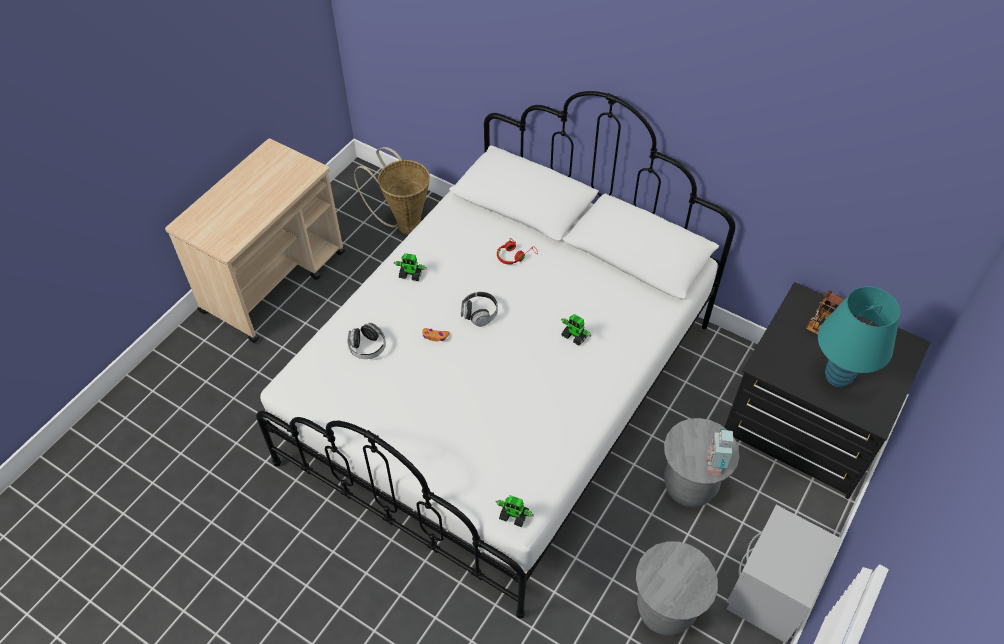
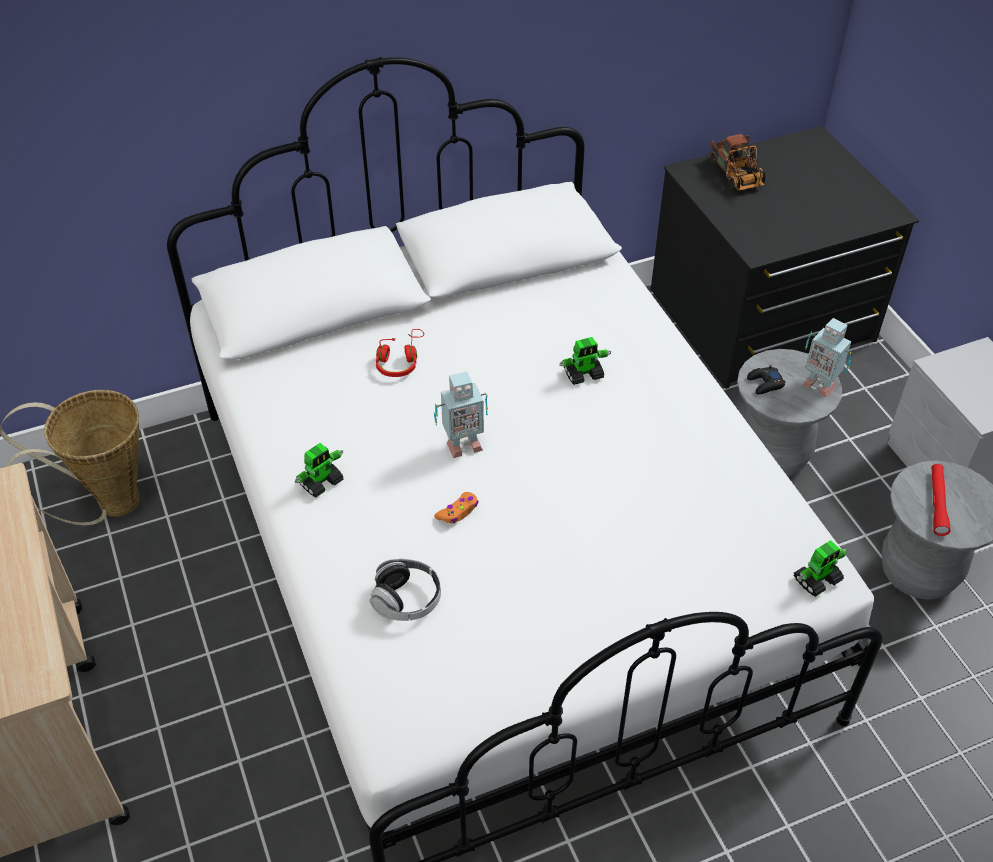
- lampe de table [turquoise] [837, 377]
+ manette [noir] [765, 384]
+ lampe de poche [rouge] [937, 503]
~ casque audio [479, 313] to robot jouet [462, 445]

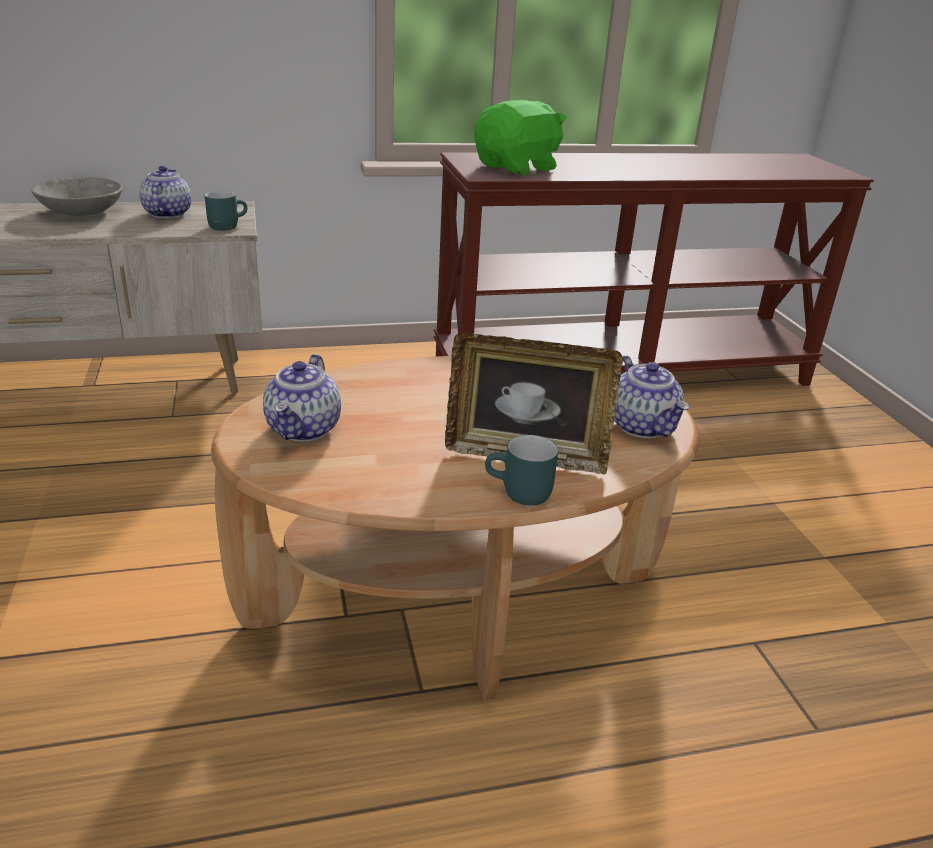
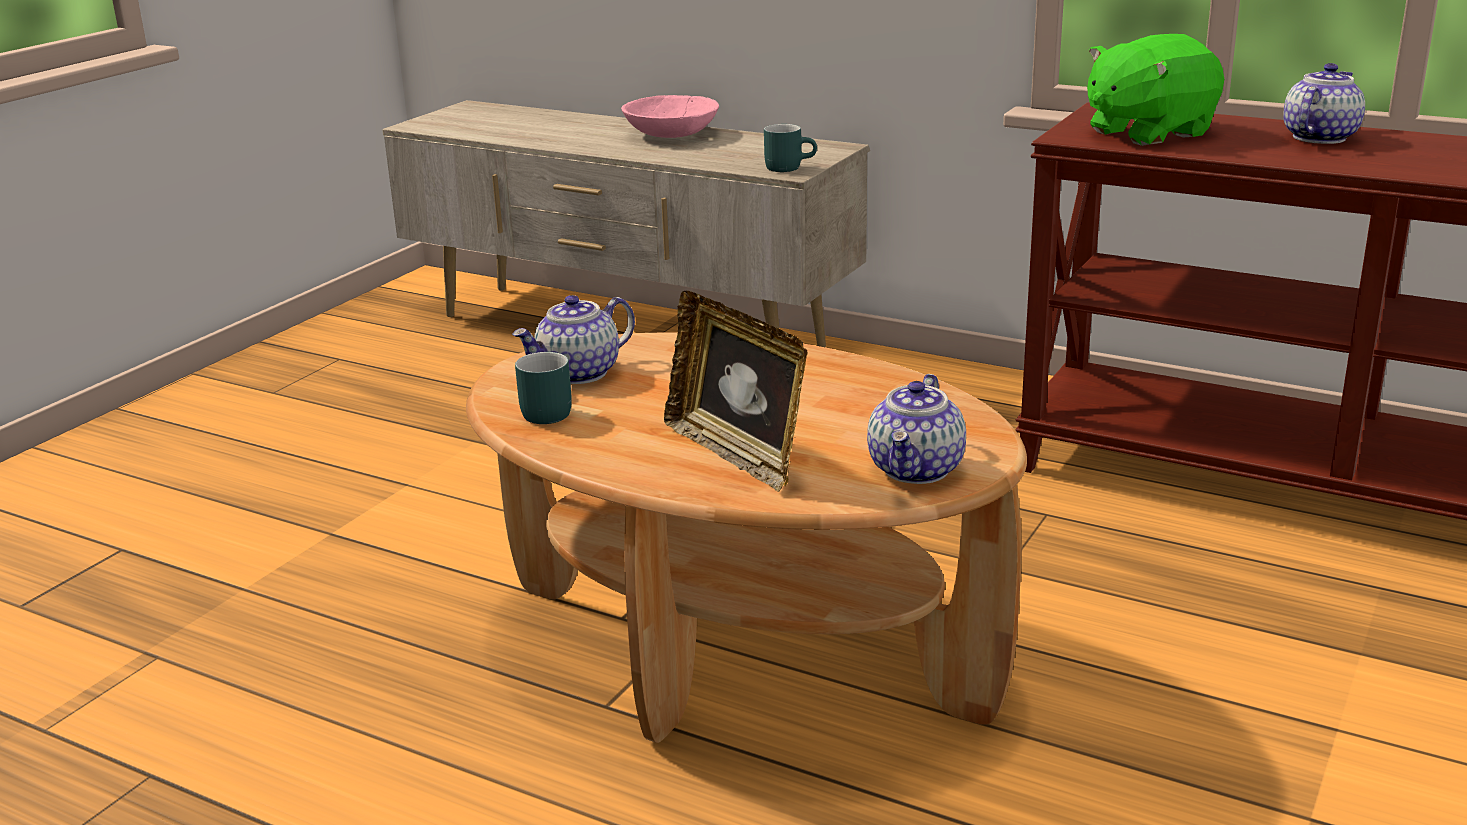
~ théière [167, 214] to [1318, 137]
~ mug [turquoise] [519, 494] to [539, 413]
~ bol [gris] [81, 212] to bol [rose] [670, 134]
~ peluche [vert] [518, 168] = [1147, 132] 150 degrees clockwise

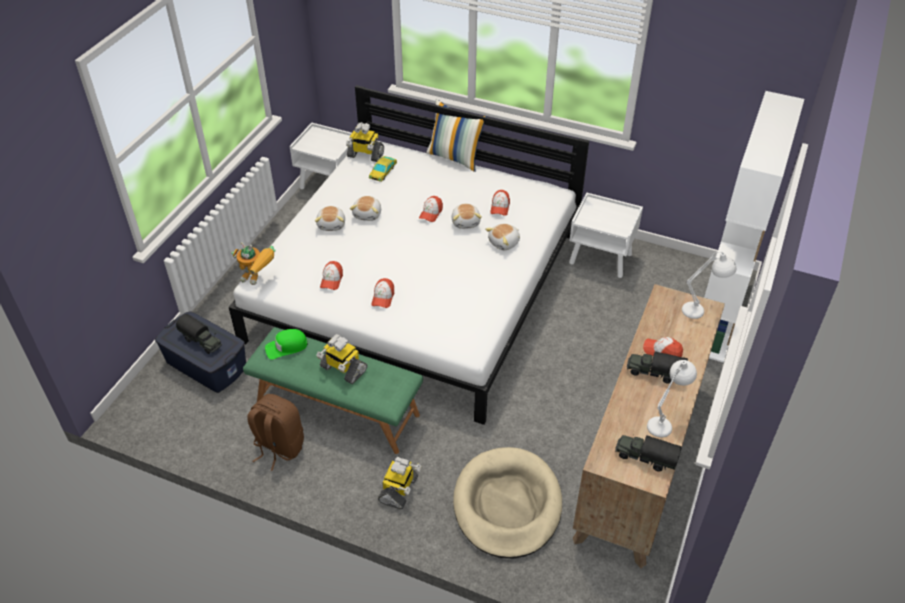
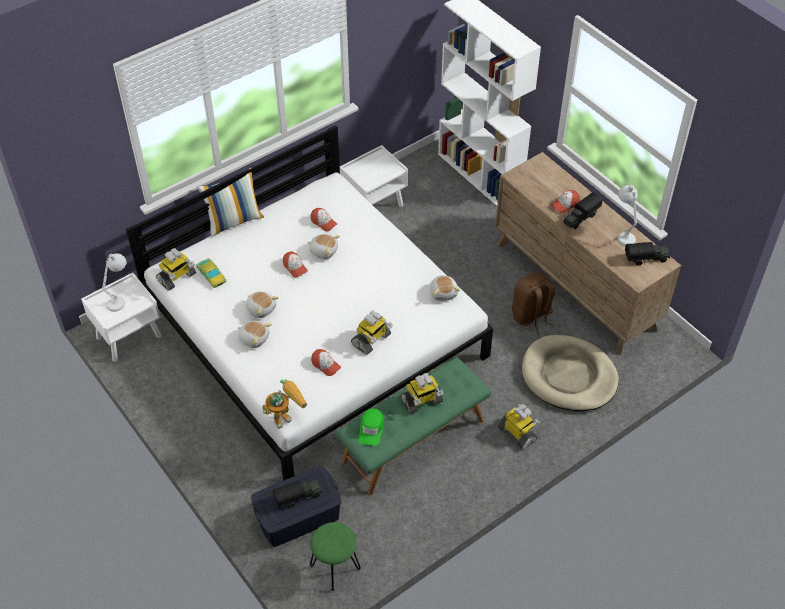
+ tabouret [vert] [334, 568]
~ sac à dos [marron] [278, 447] to [532, 316]
~ peluche [504, 243] to [443, 292]
~ lampe de table [blanc] [702, 311] to [121, 299]
~ casquette [383, 297] to robot jouet [371, 340]
~ camion jouet [645, 458] = [646, 258] 150 degrees counterclockwise

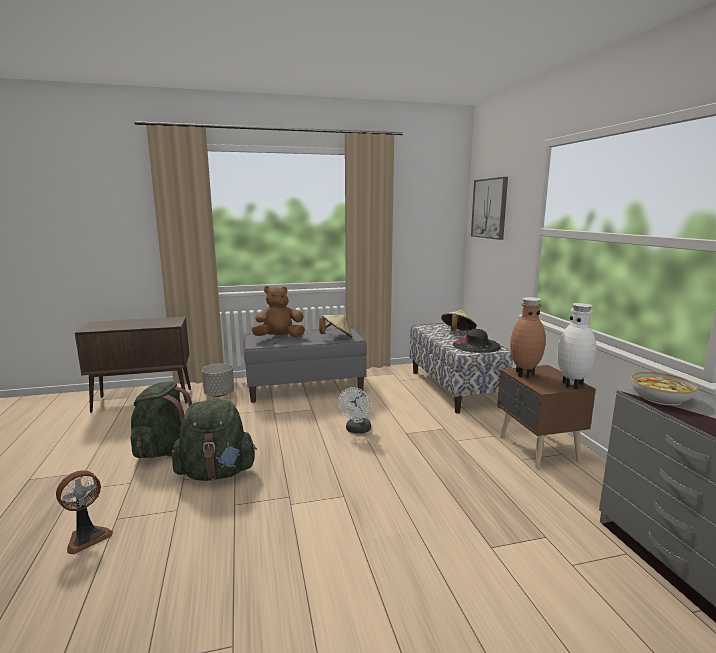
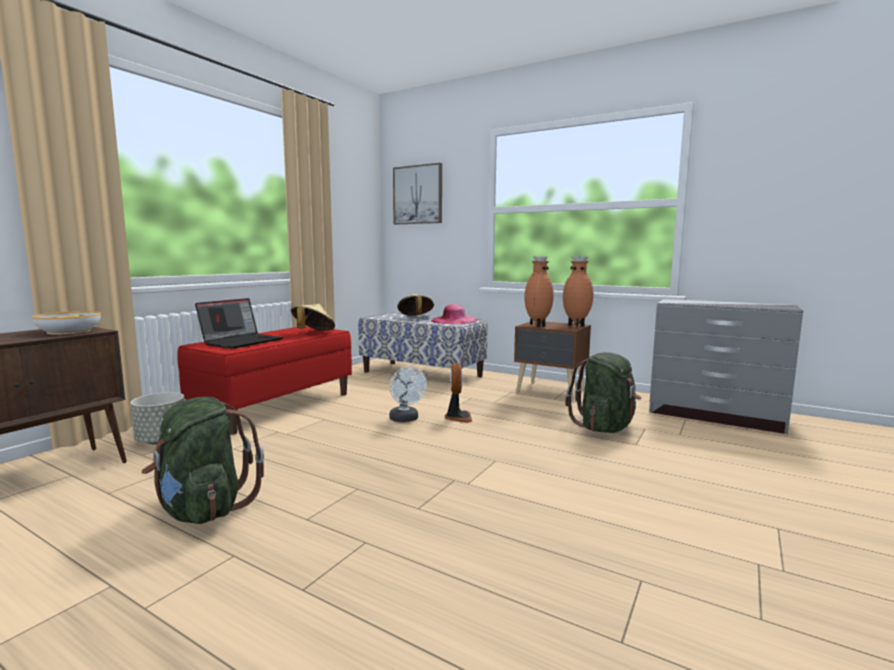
~ ventilateur [87, 537] to [457, 417]
~ sac à dos [vert] [216, 473] to [604, 428]
~ bol [660, 397] to [69, 331]
~ peluche [marron] [279, 337] to ordinateur portable [242, 341]
~ banc [gris] [305, 388] to banc [rouge] [275, 406]
~ chapeau [noir] [476, 345] to chapeau [rose] [454, 320]
~ vase [blanc] [573, 385] to vase [marron] [576, 325]

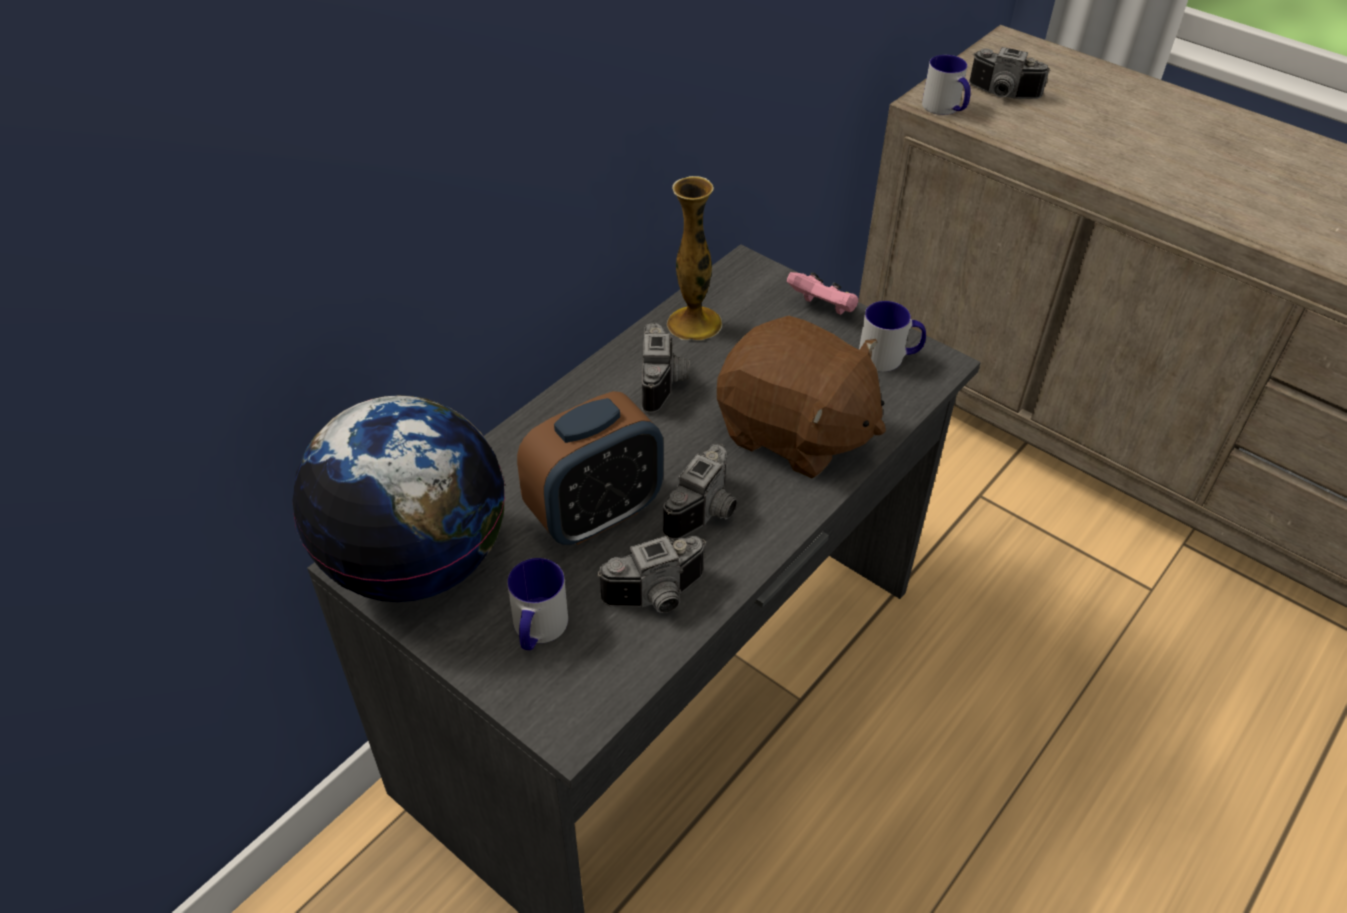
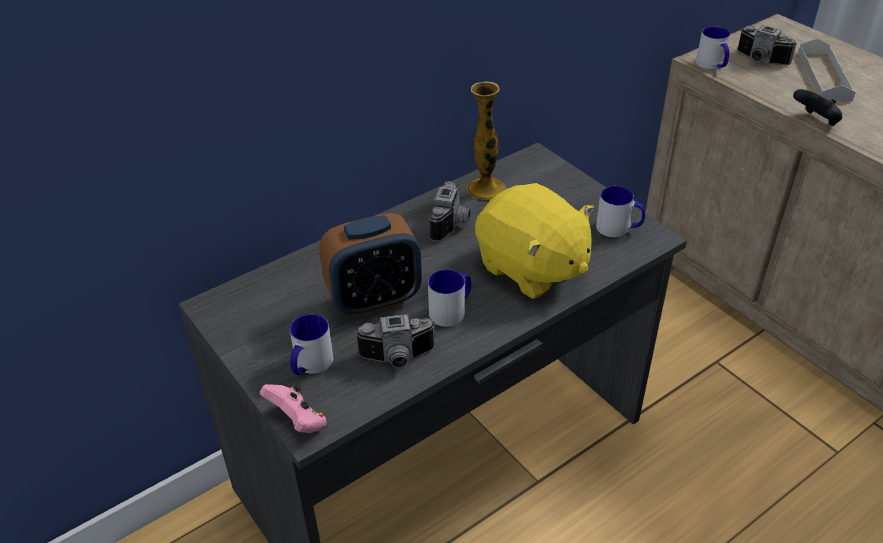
- globe [417, 562]
+ manette [noir] [816, 121]
+ plateau [gris] [824, 76]
~ manette [rose] [823, 309] to [298, 421]
~ appareil photo [708, 512] to mug [452, 310]
~ peluche [marron] [794, 433] to peluche [jaune] [531, 268]

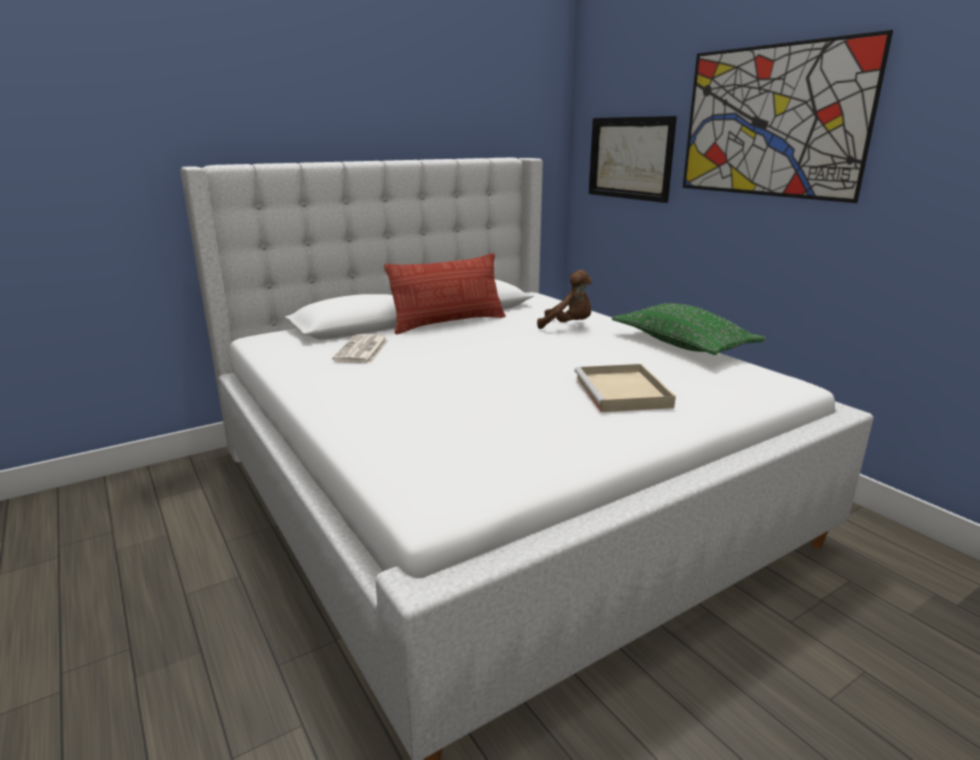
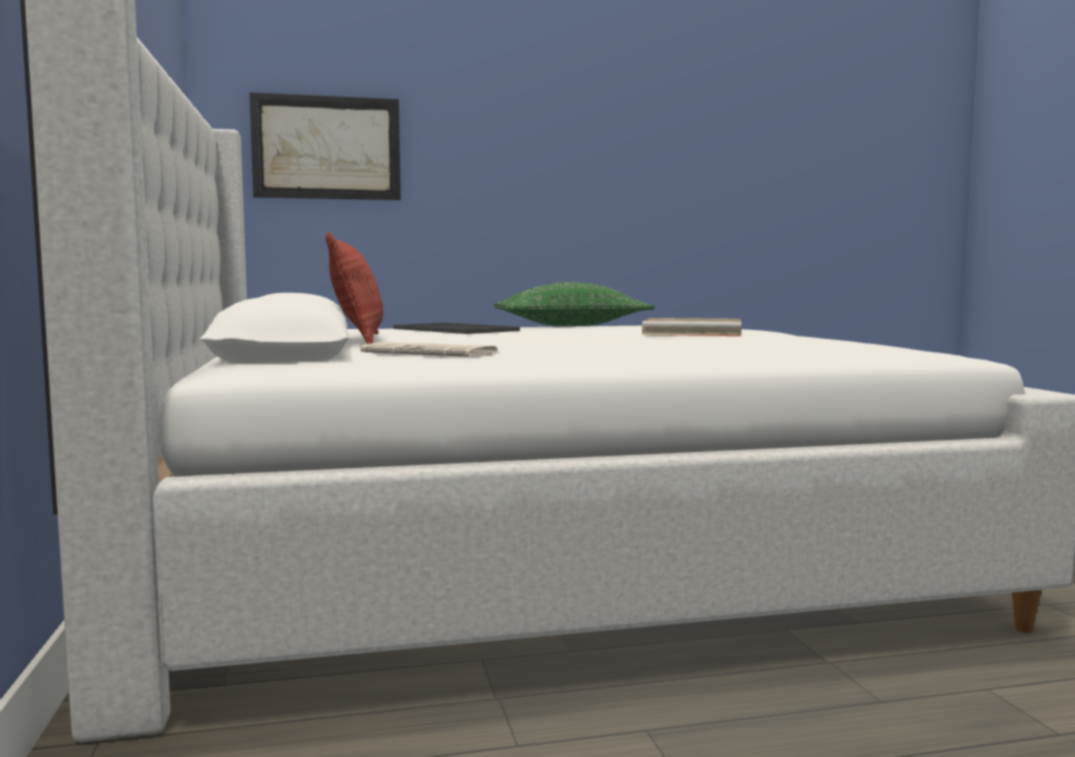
- tableau [771, 121]
~ peluche [marron] [568, 326] to plateau [457, 329]

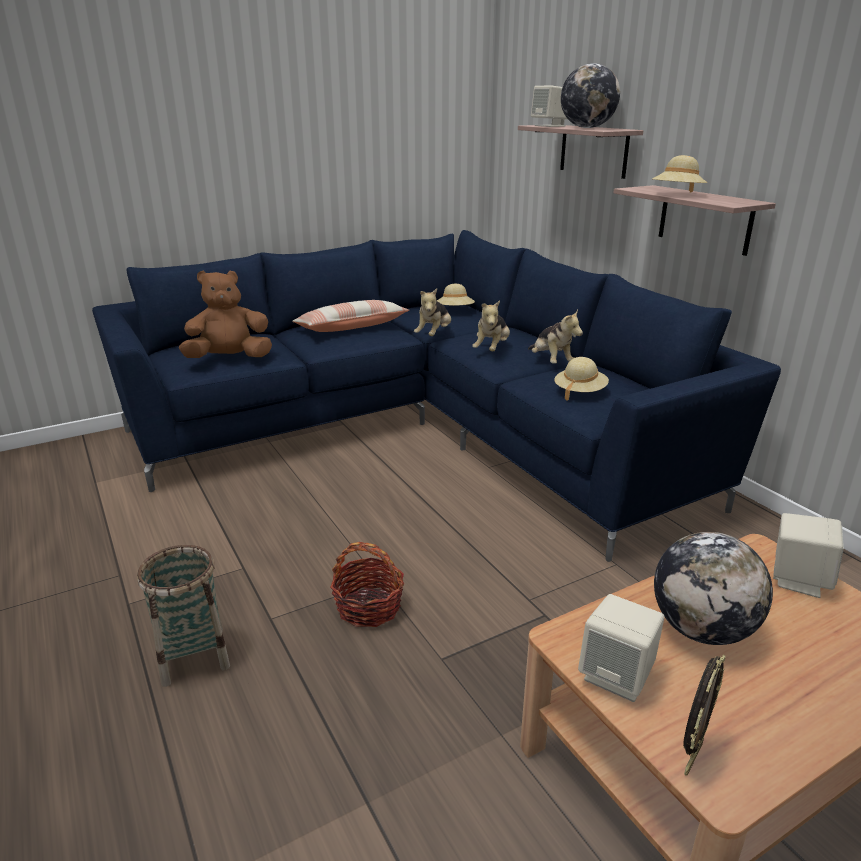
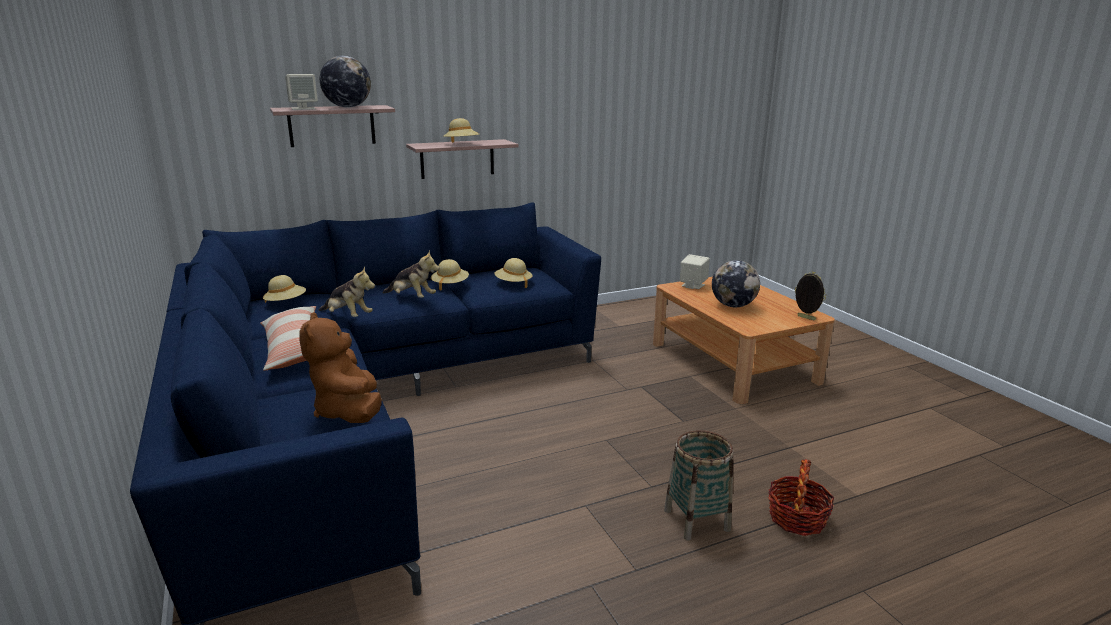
- enceinte [beige] [617, 676]
~ panier [369, 607] to [797, 518]
~ peluche [551, 362] to chapeau [beige] [450, 285]

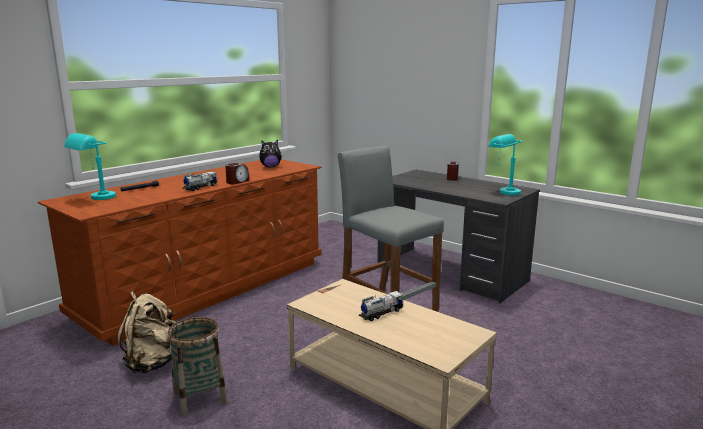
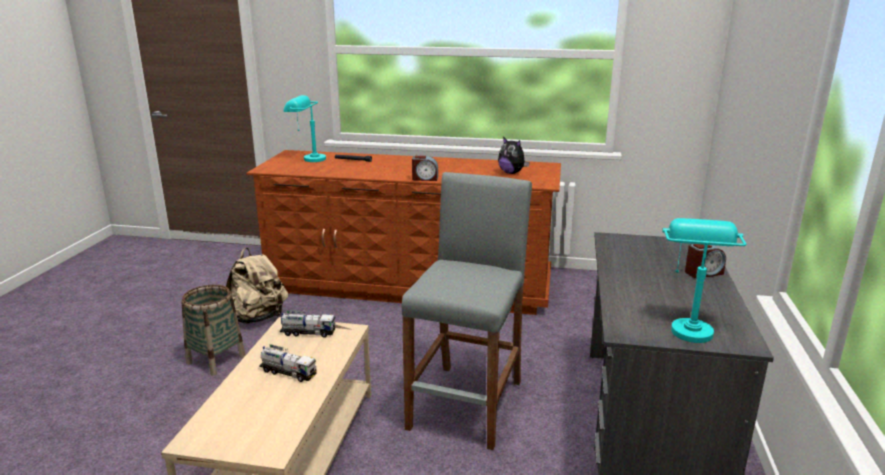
~ camion jouet [200, 187] to [308, 333]

